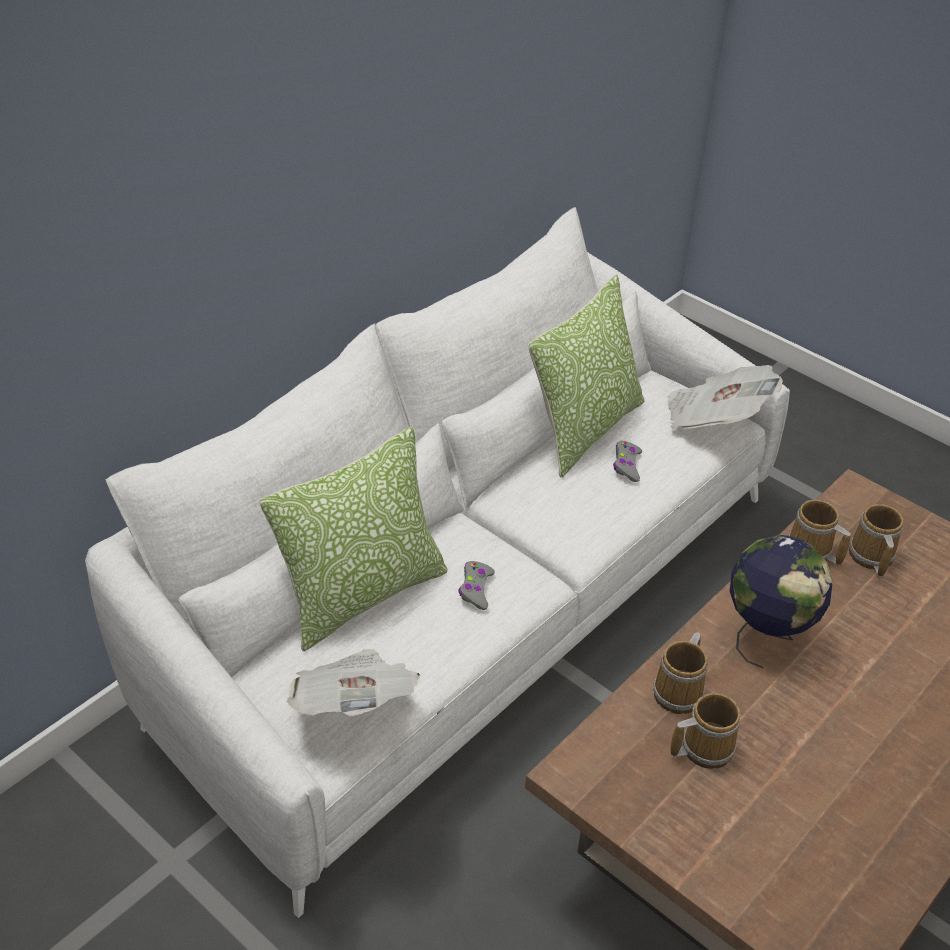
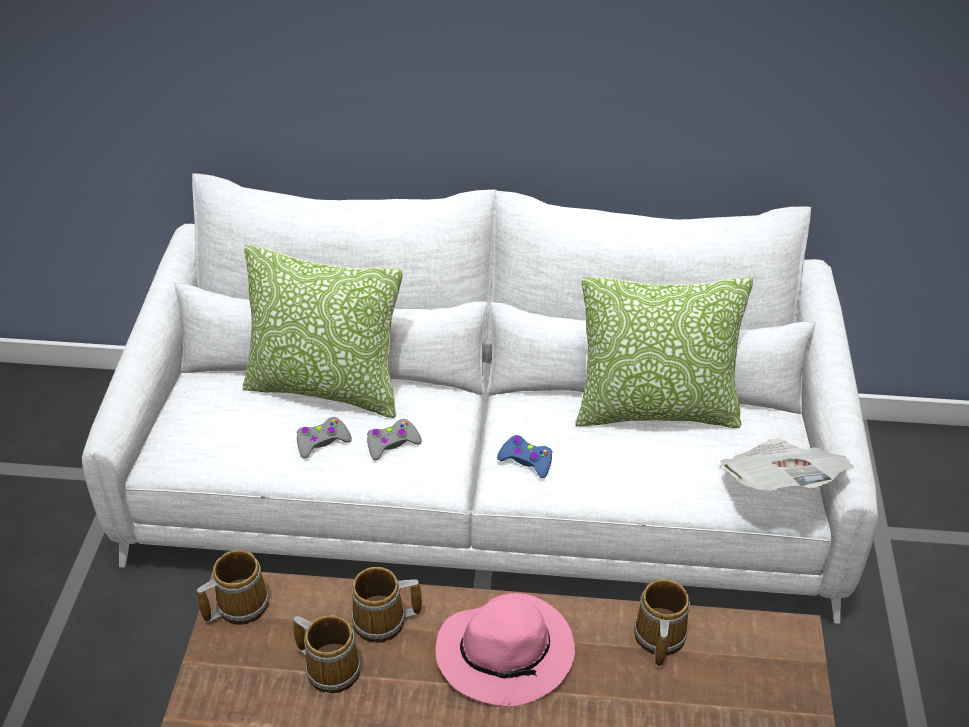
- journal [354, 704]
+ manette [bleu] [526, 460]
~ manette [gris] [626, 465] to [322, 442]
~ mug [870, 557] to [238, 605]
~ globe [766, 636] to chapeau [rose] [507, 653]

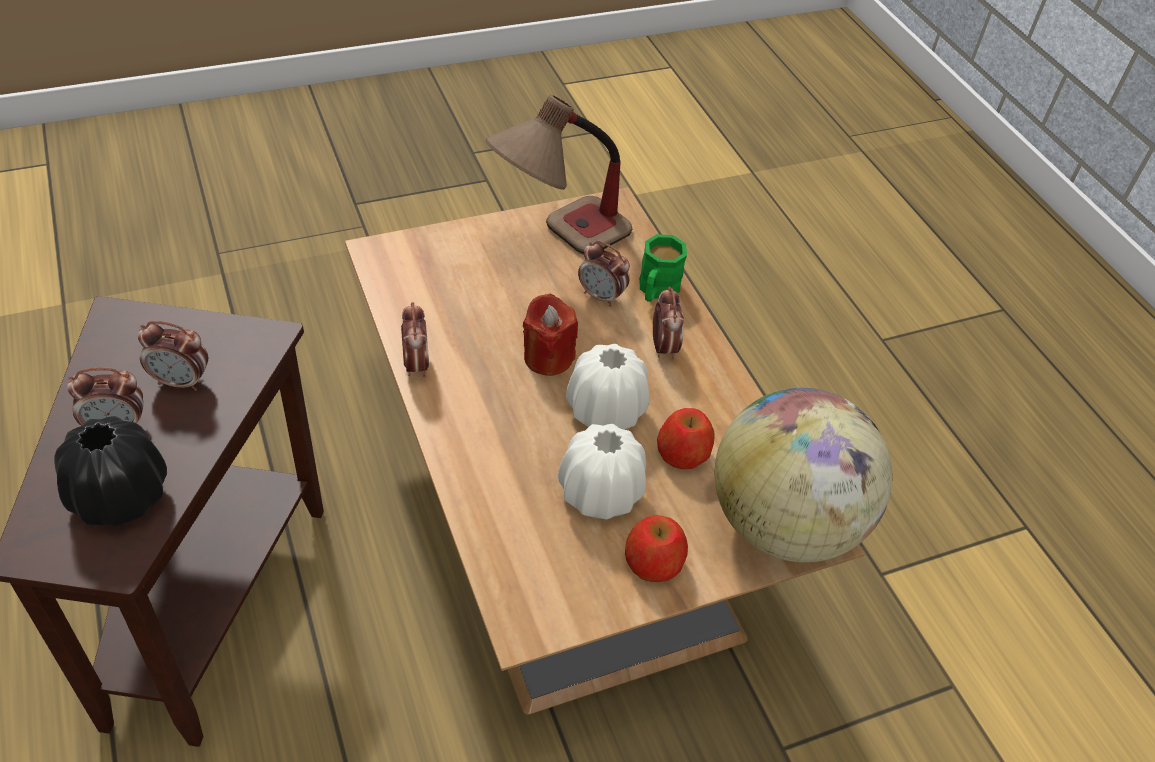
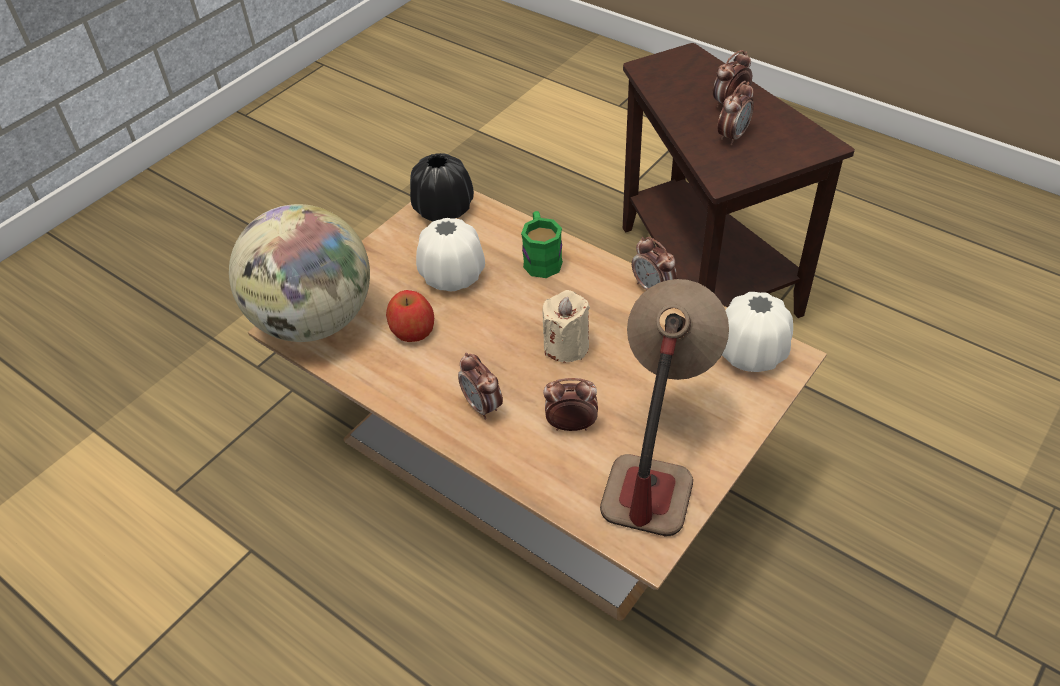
- pomme [653, 562]
~ vase [noir] [120, 497] to [443, 209]
~ vase [blanc] [605, 411] to [750, 353]
~ mug [vert] [656, 291] to [541, 258]
~ bougie [rouge] [548, 357] to bougie [beige] [566, 346]
~ réveil [181, 381] = [732, 136] 150 degrees clockwise

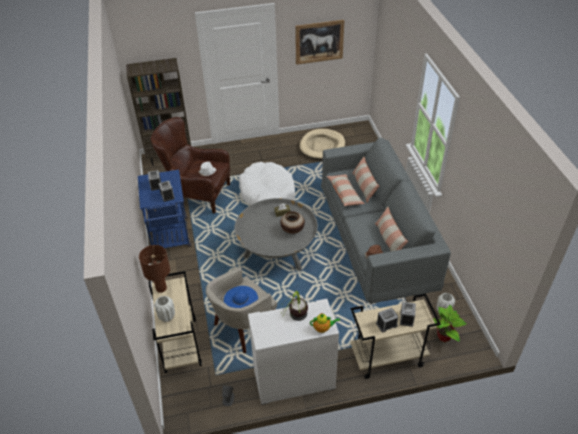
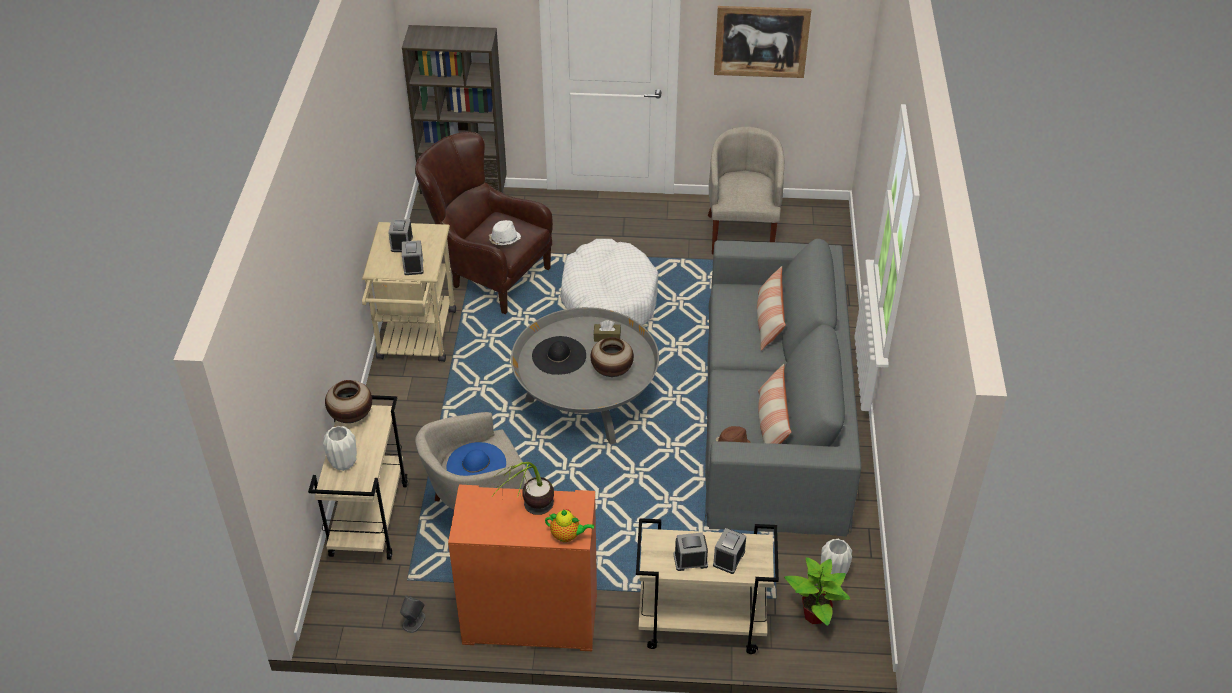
- coussin [345, 194]
+ chapeau [noir] [559, 356]
~ lampe de table [marron] [161, 288] to vase [351, 416]
~ panier pour chien [beige] [322, 146] to fauteuil [beige] [742, 233]
~ chariot [bleu] [170, 238] to chariot [beige] [416, 340]
~ meuble de rangement [blanc] [294, 380] to meuble de rangement [orange] [529, 620]

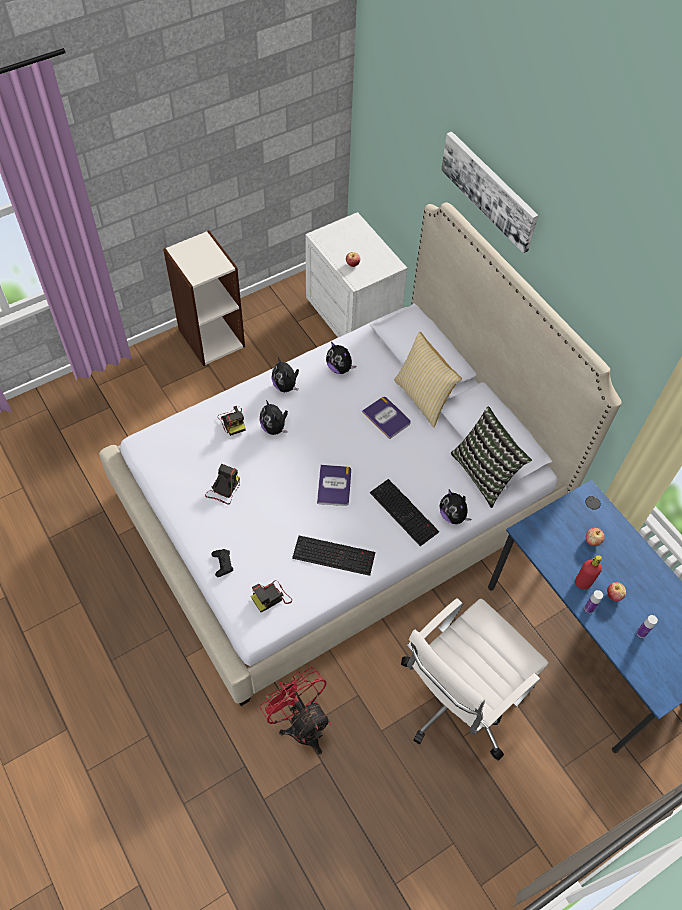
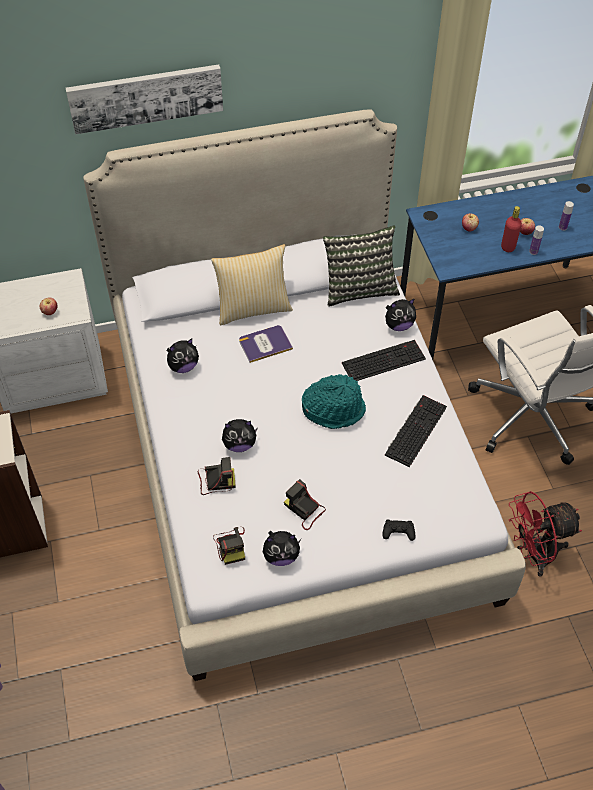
~ appareil photo [271, 597] to [231, 545]
~ peluche [285, 386] to [281, 556]
~ livre [334, 485] to chapeau [turquoise] [333, 409]

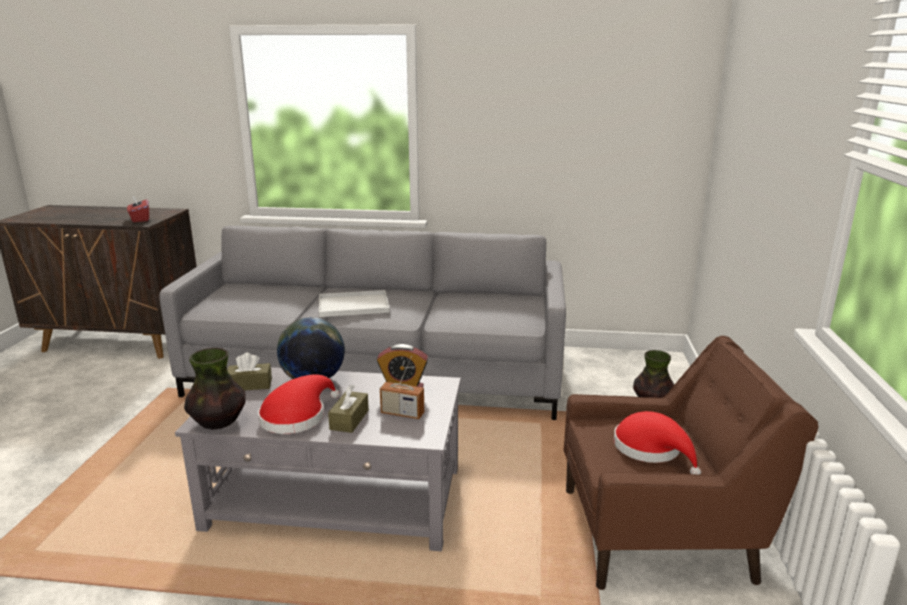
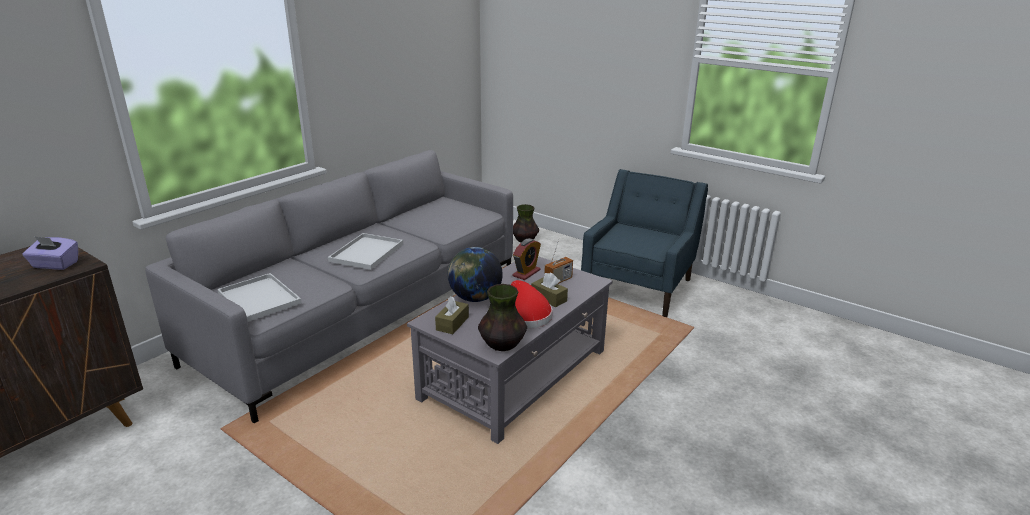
- chapeau [rouge] [651, 449]
+ plateau [blanc] [261, 298]
~ boîte à mouchoirs [rouge] [140, 219] to boîte à mouchoirs [violet] [55, 265]
~ fauteuil [marron] [660, 534] to fauteuil [bleu] [639, 286]

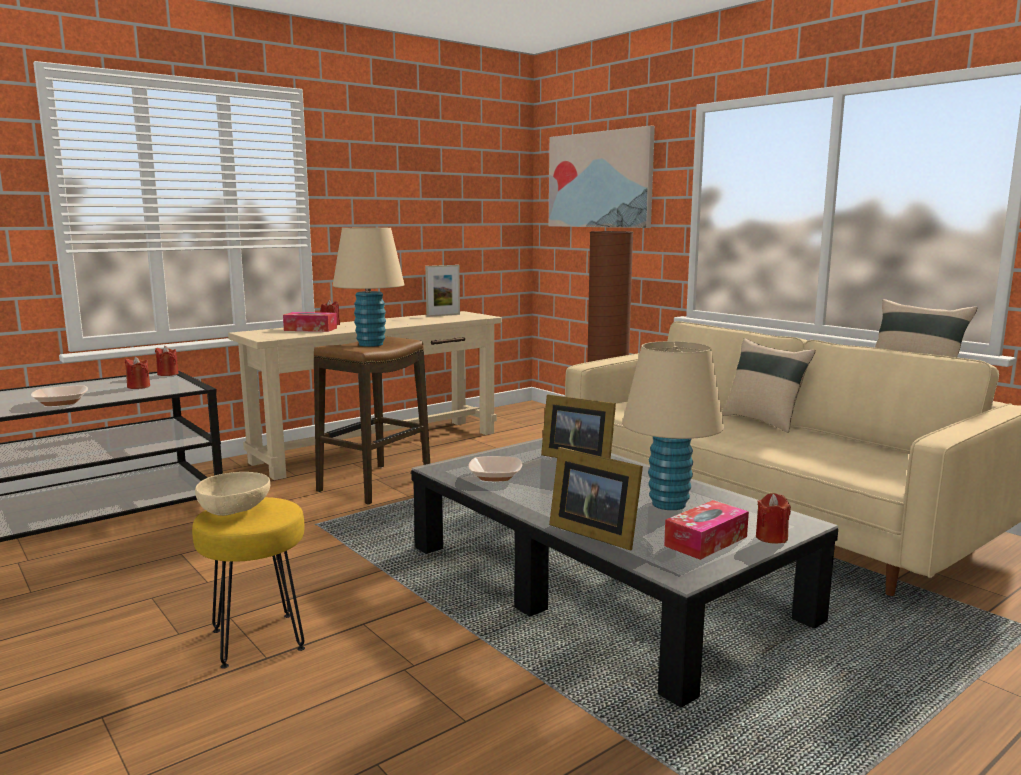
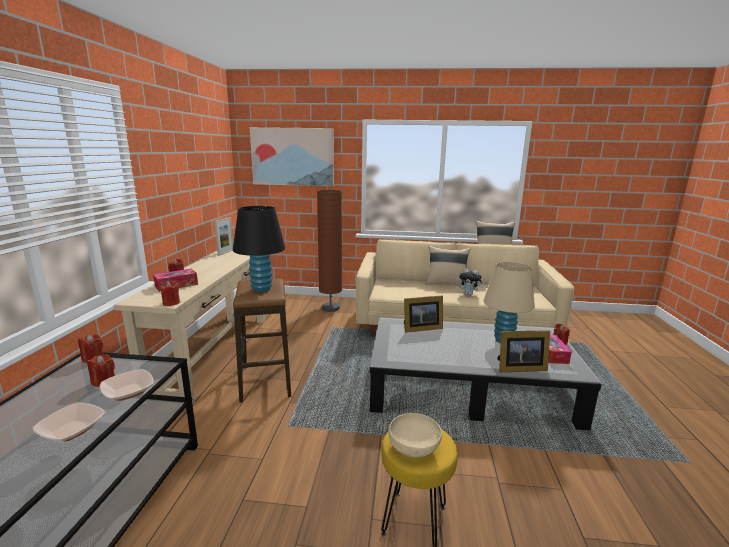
+ bougie [rouge] [171, 303]
+ peluche [469, 294]
~ bol [495, 476] to [128, 392]
~ lampe de table [beige] [370, 344] to lampe de table [noir] [261, 289]

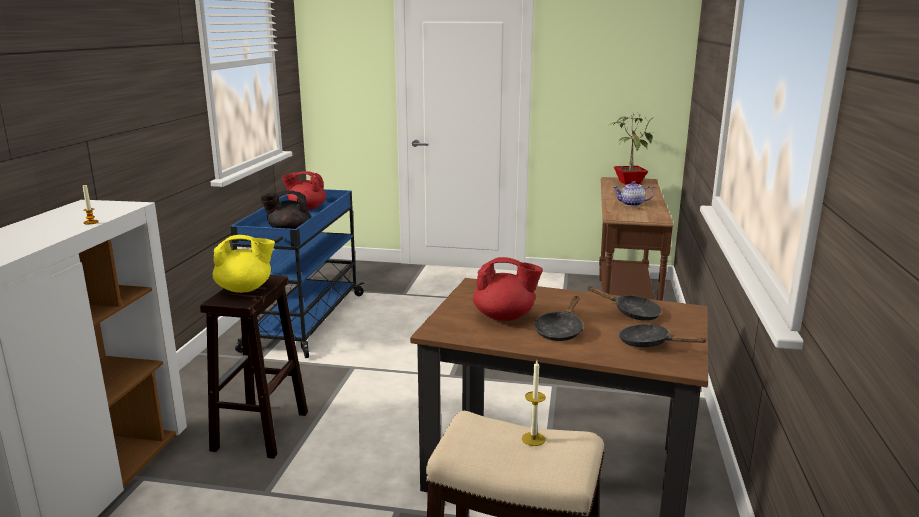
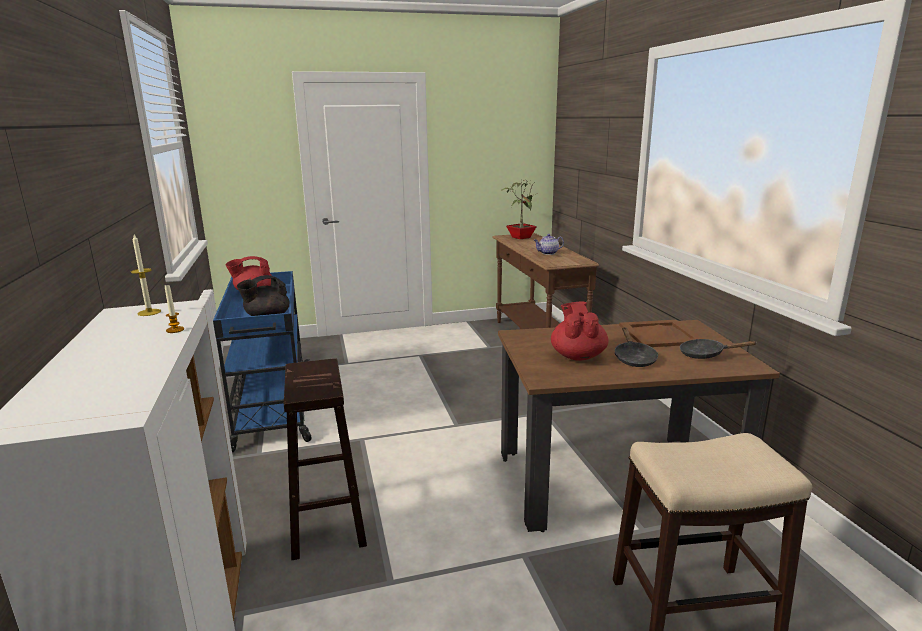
- théière [jaune] [245, 289]
~ bougie [533, 439] to [149, 312]
~ poêle [noir] [632, 313] to plateau [marron] [660, 334]
~ théière [rouge] [505, 317] = [577, 356] 75 degrees counterclockwise

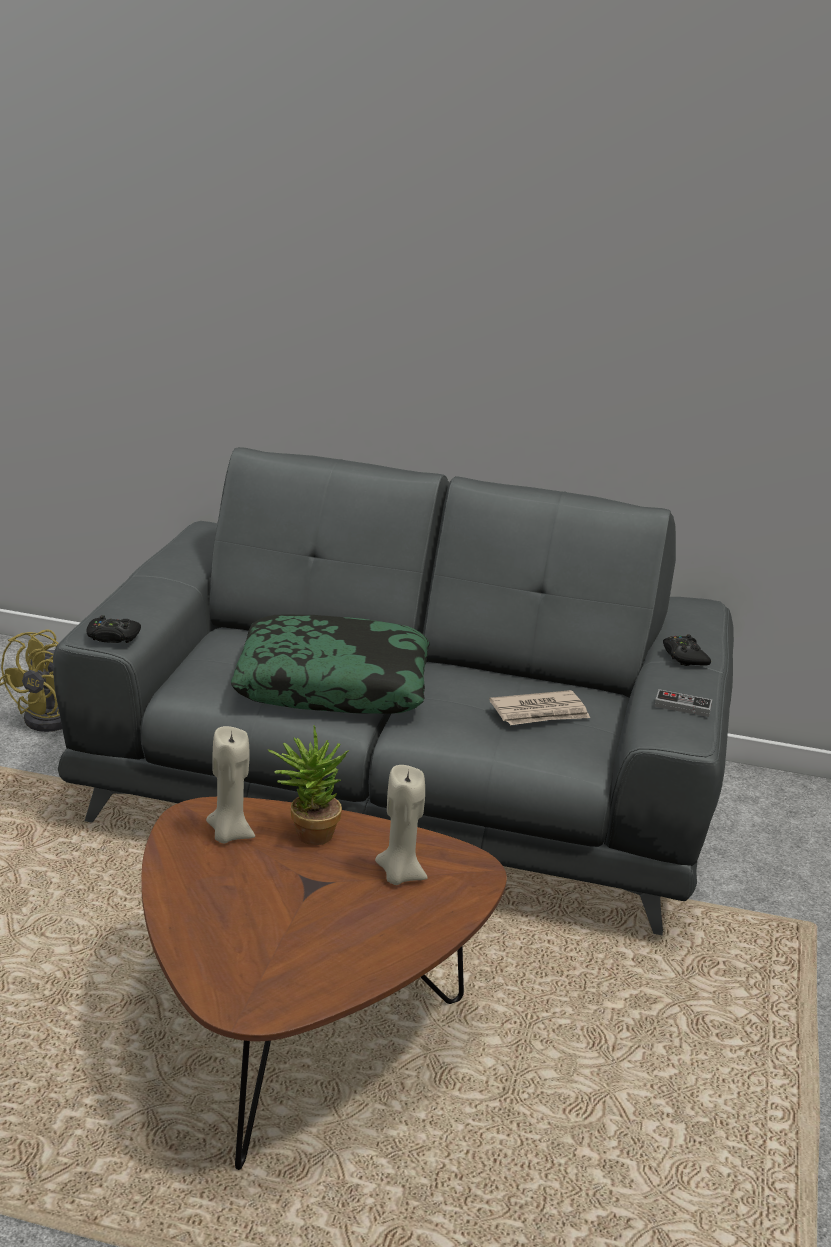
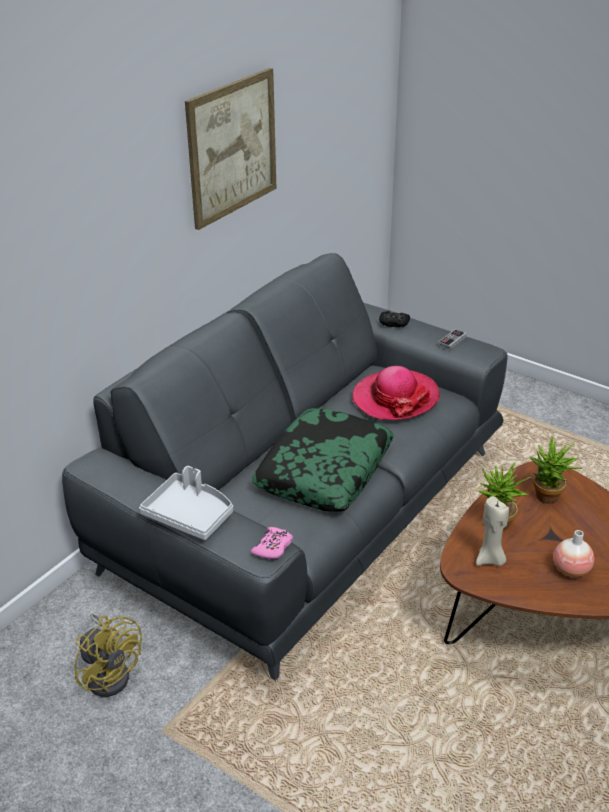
+ plateau [gris] [190, 515]
+ tableau [232, 147]
+ vase [571, 570]
~ bougie [beige] [399, 875] to plante en pot [548, 500]
~ journal [540, 712] to chapeau [395, 398]
~ manette [noir] [112, 637] to manette [rose] [273, 548]

